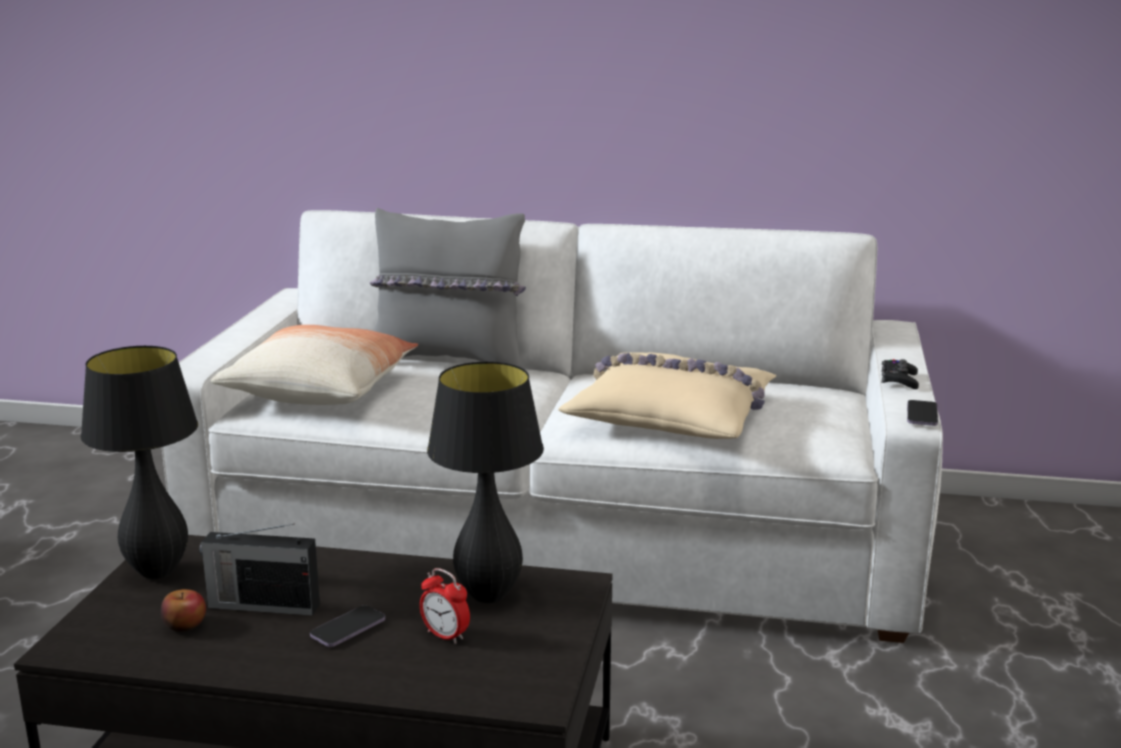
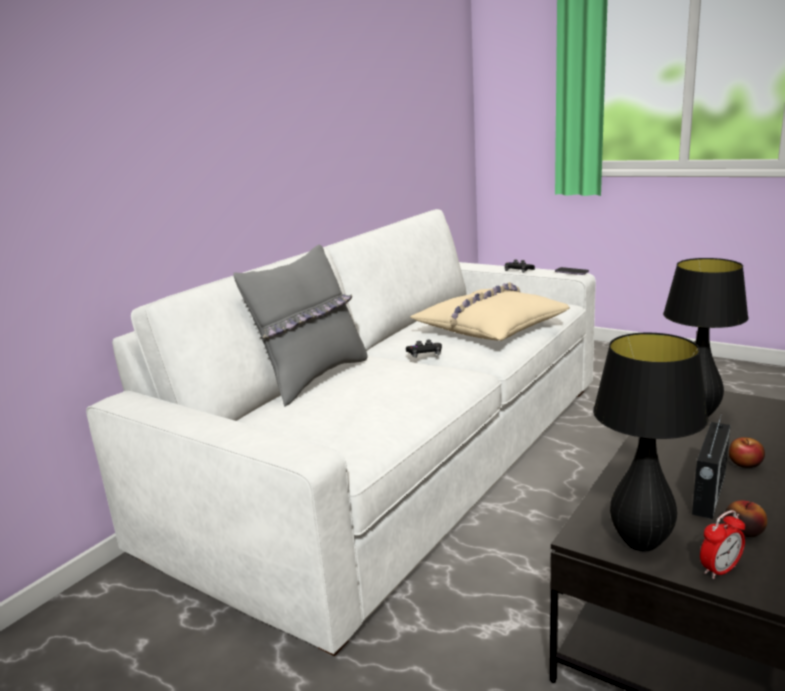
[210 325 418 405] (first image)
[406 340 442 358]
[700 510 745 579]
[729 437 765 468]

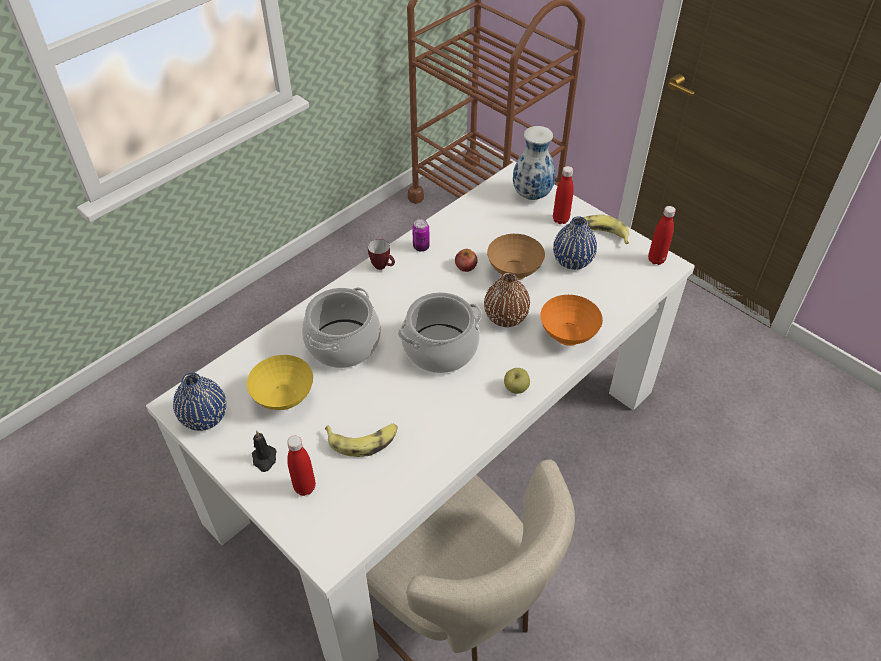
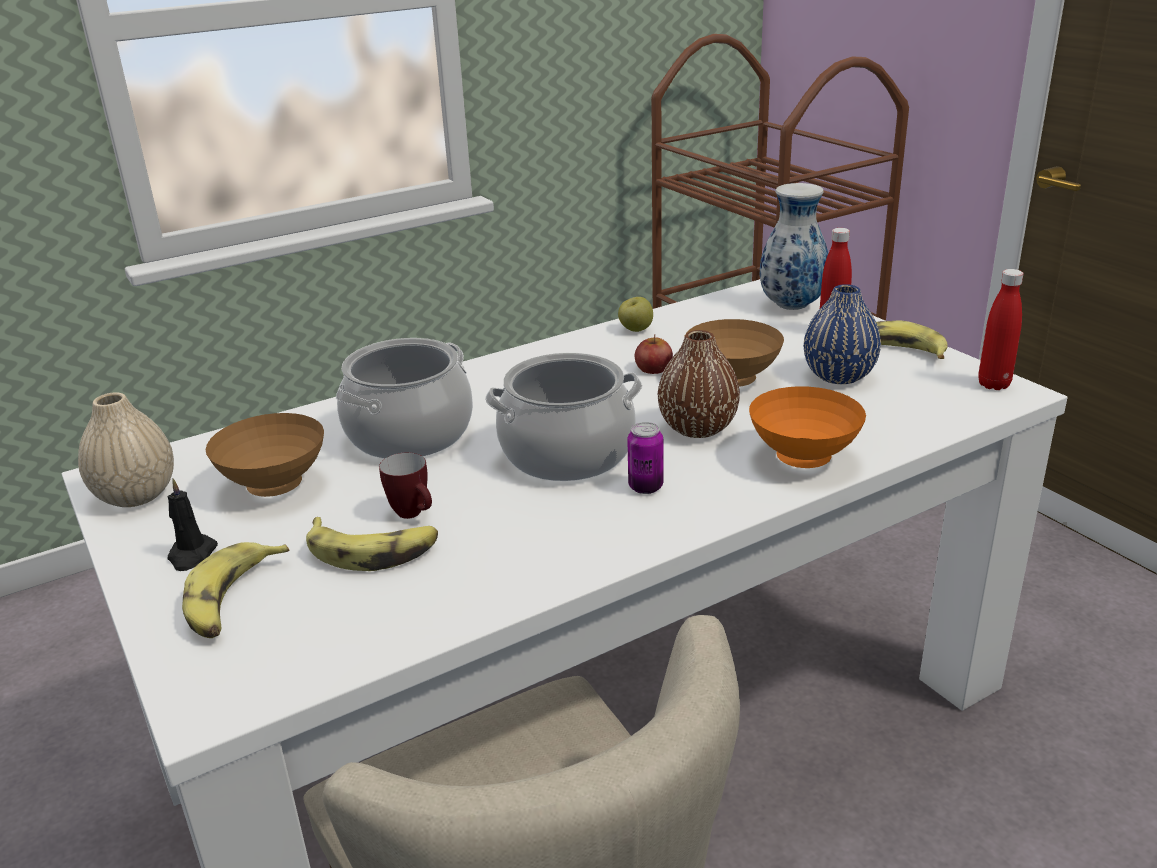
[379 452 432 519]
[627 422 663 494]
[618 297 653 332]
[182 542 289 638]
[78 392 174 507]
[206 413 324 497]

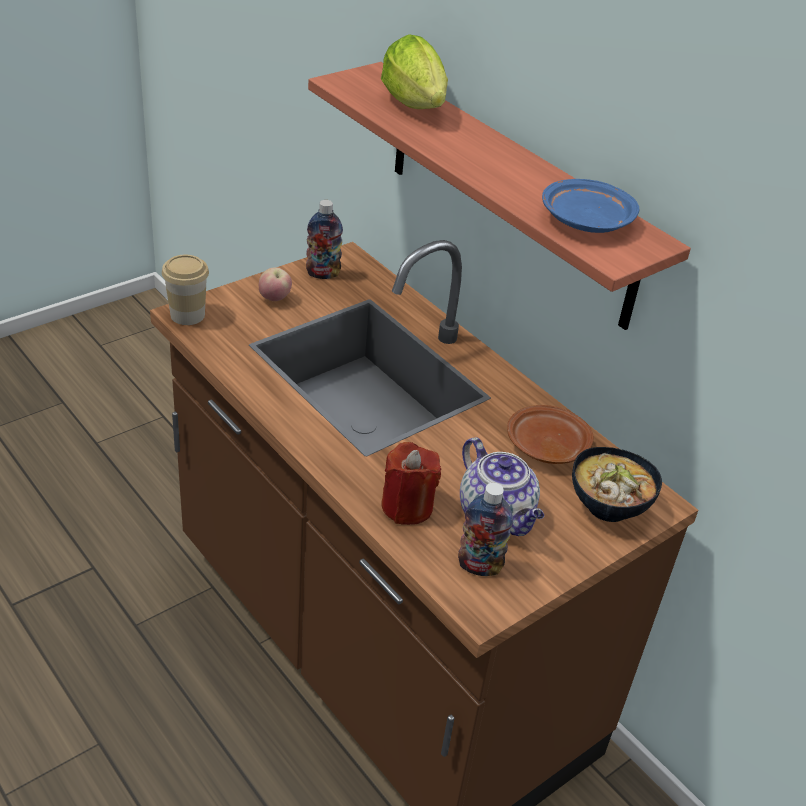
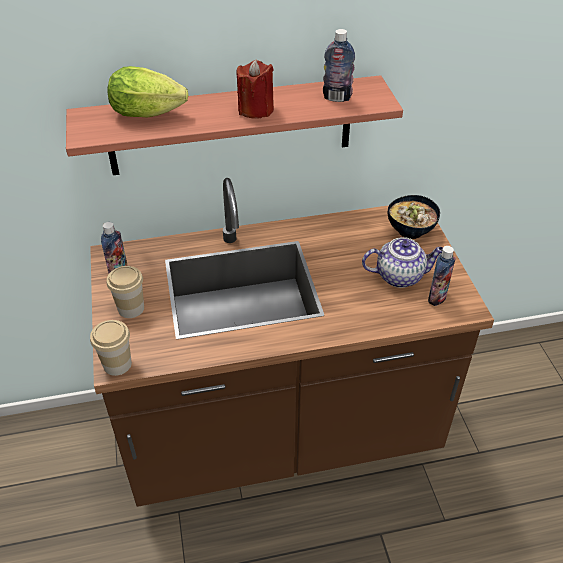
[507 405 594 464] (first image)
[237 60 274 119]
[107 266 144 318]
[323 29 355 102]

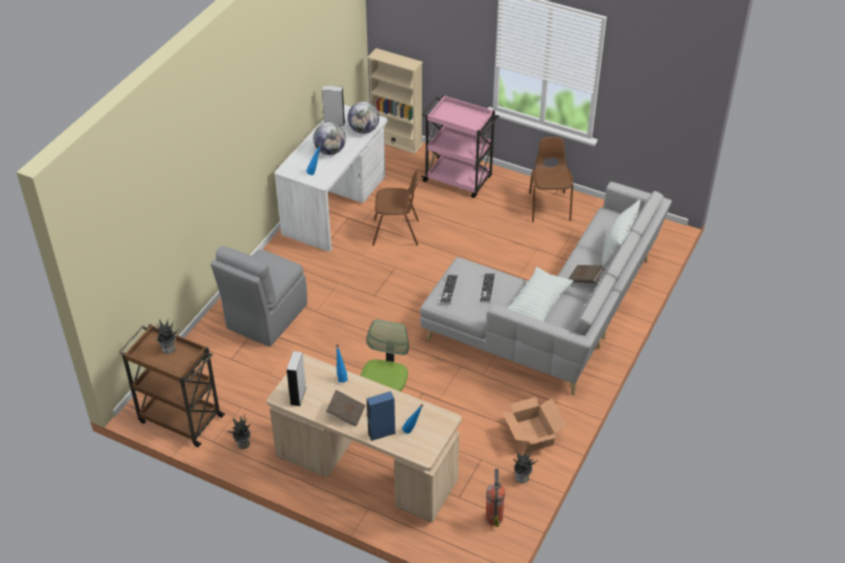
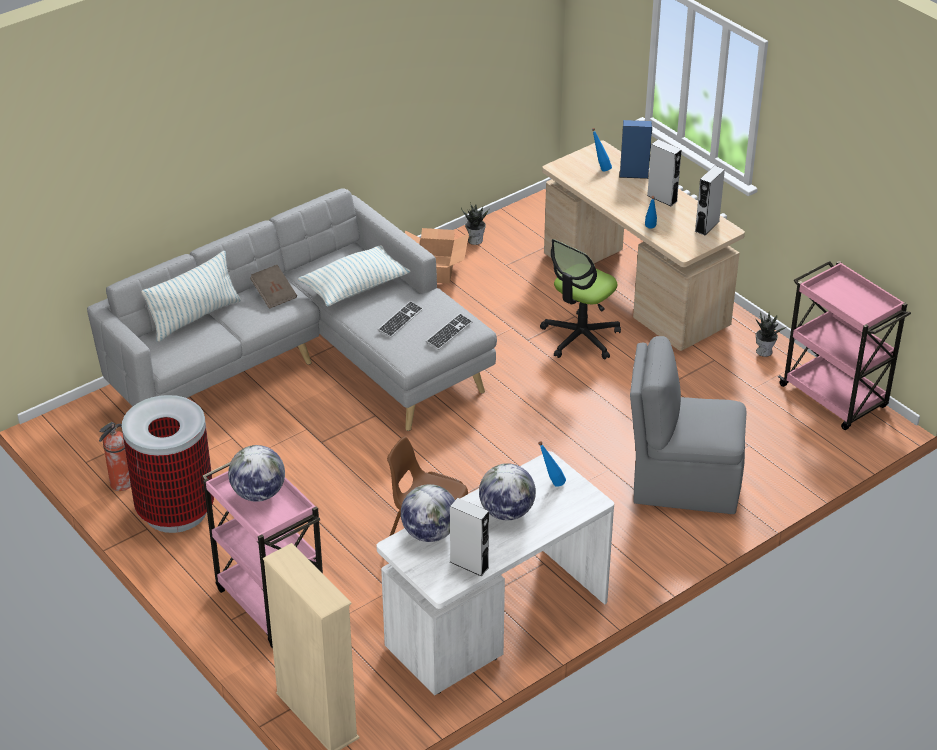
[153 320 179 354] (first image)
[228 445 285 502]
[99 422 131 491]
[647 140 682 206]
[122 395 214 533]
[778 261 911 430]
[630 336 746 514]

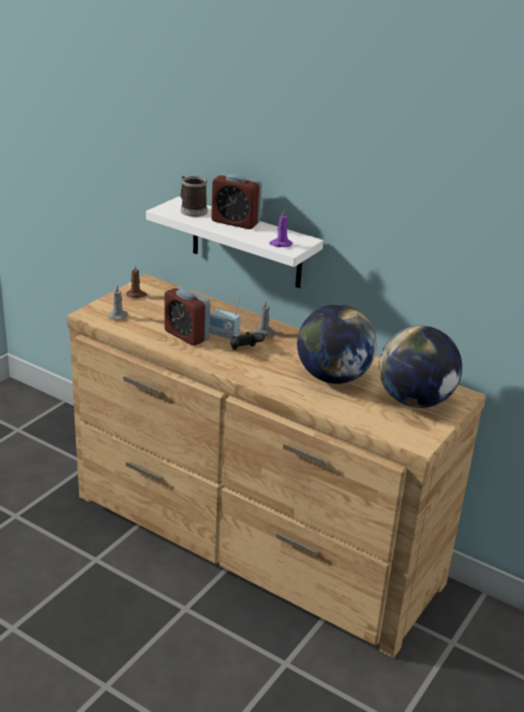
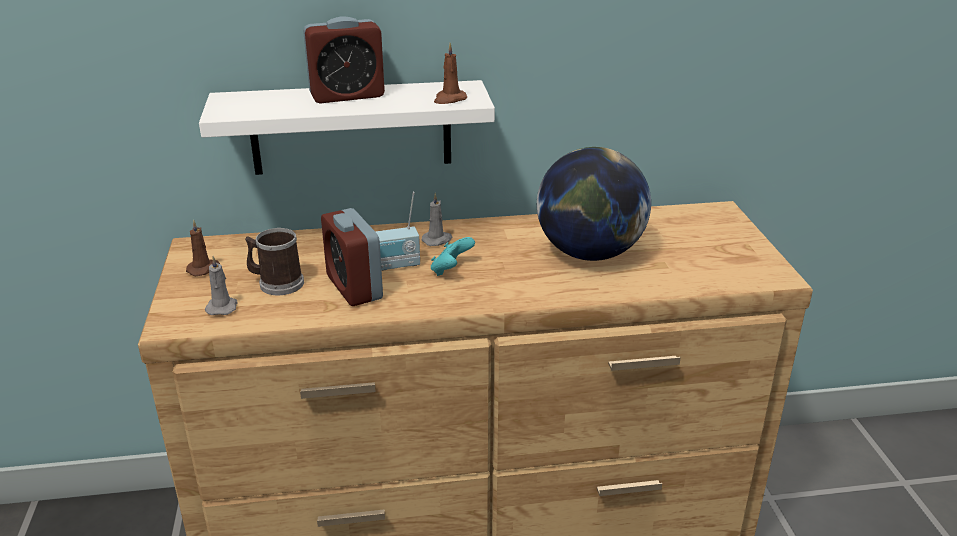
[379 326 462 408] (first image)
[245 228 304 295]
[431 237 475 276]
[434 43 467 104]
[321 208 383 306]

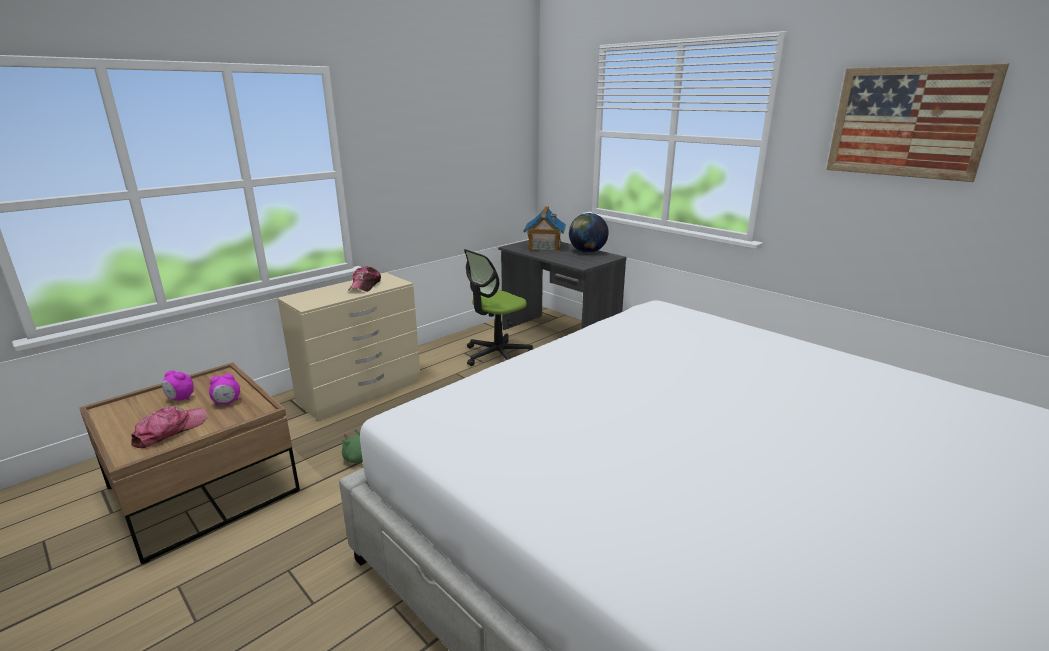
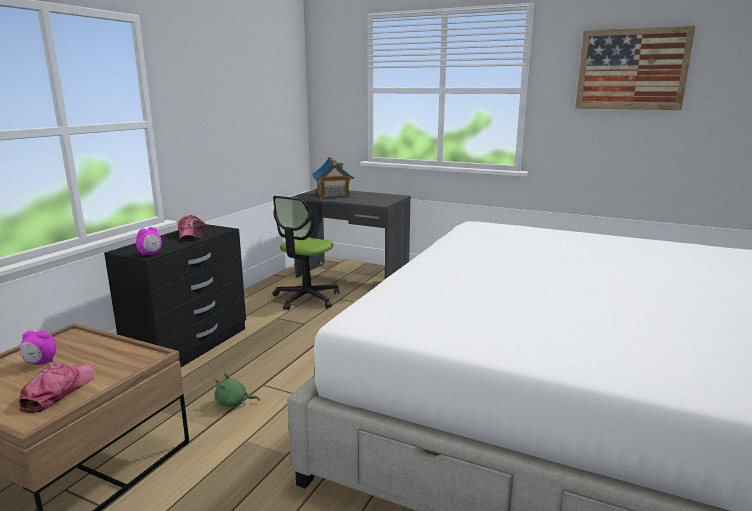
[569 213 609 253] (first image)
[136 227 162 256]
[104 224 246 367]

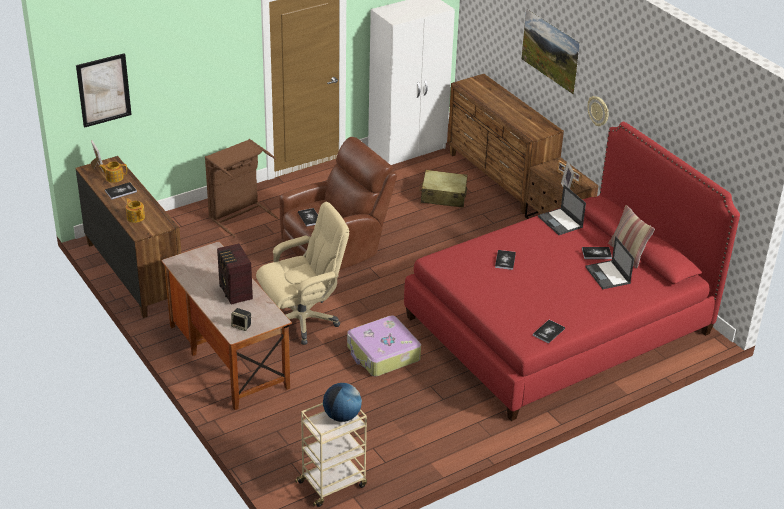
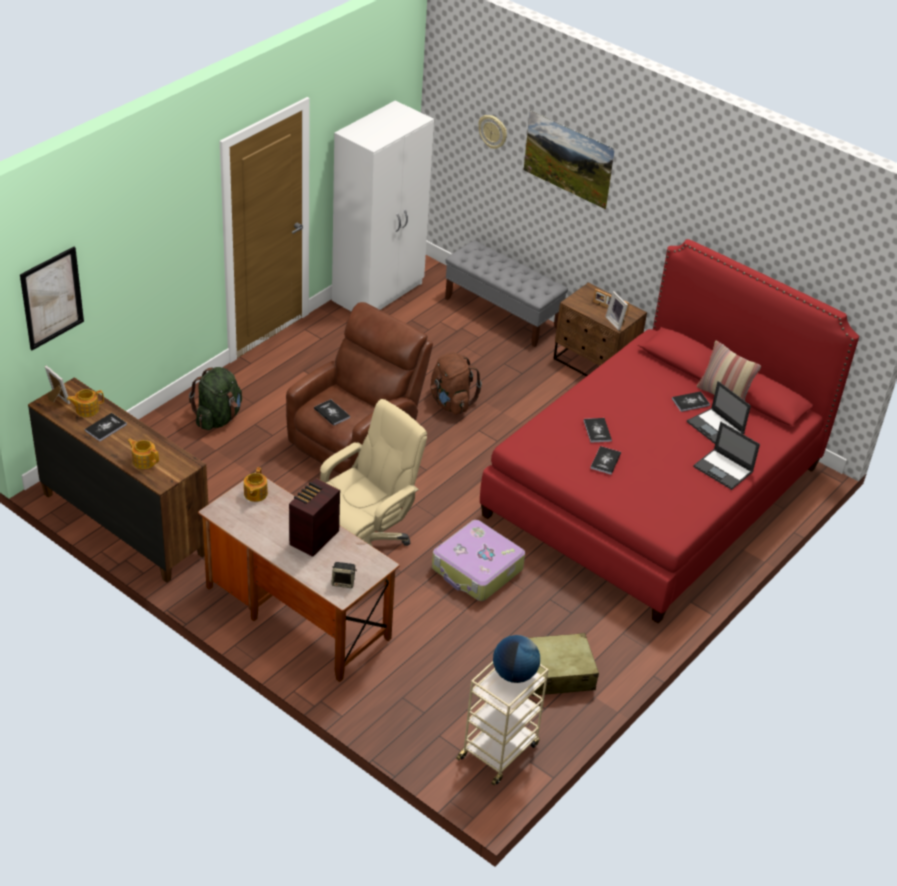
[244 467 268 502]
[431 352 482 415]
[527 633 599 696]
[590 446 621 475]
[693 422 760 490]
[478 115 507 149]
[189 367 242 430]
[445 240 568 347]
[289 478 340 557]

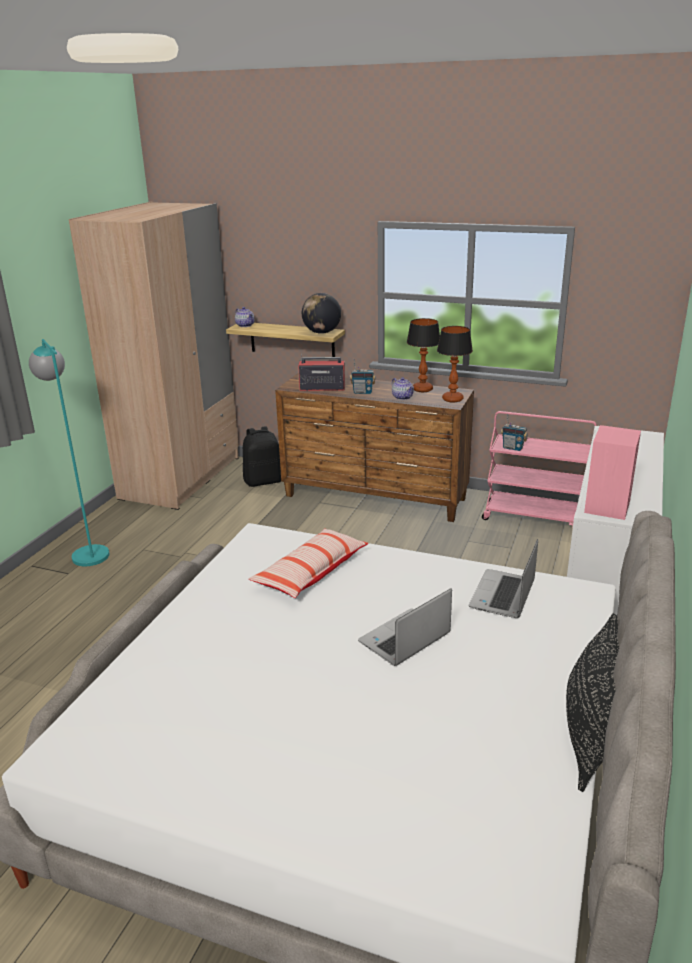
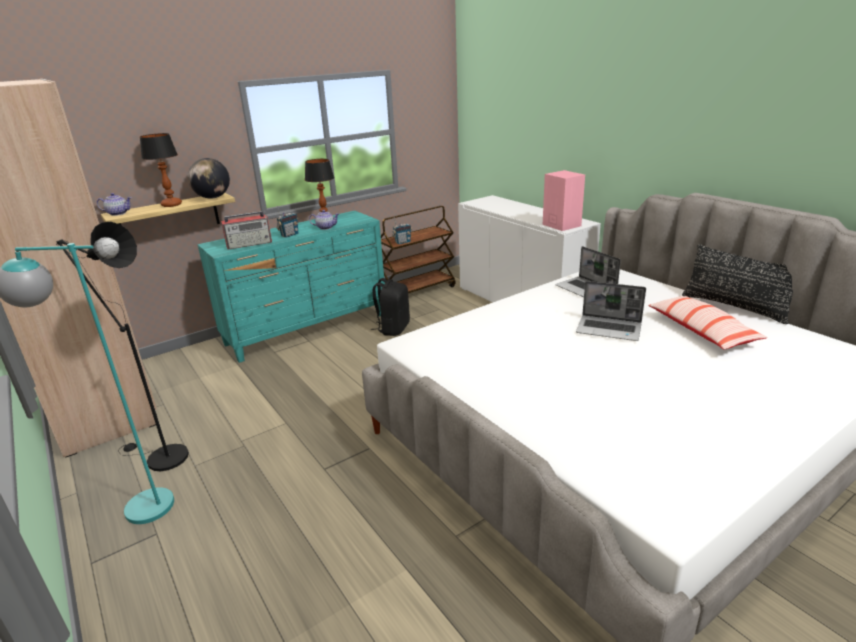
[56 222 189 471]
[371 278 410 336]
[648 296 768 350]
[140 133 182 207]
[197 211 385 363]
[381 206 456 293]
[221 211 272 250]
[576 281 646 341]

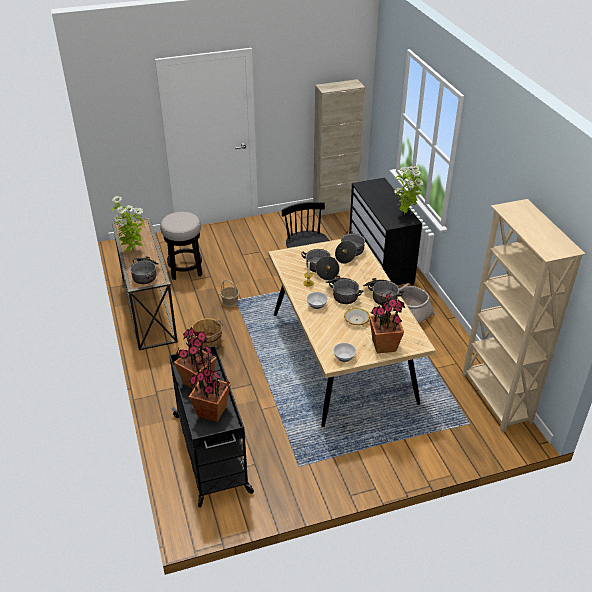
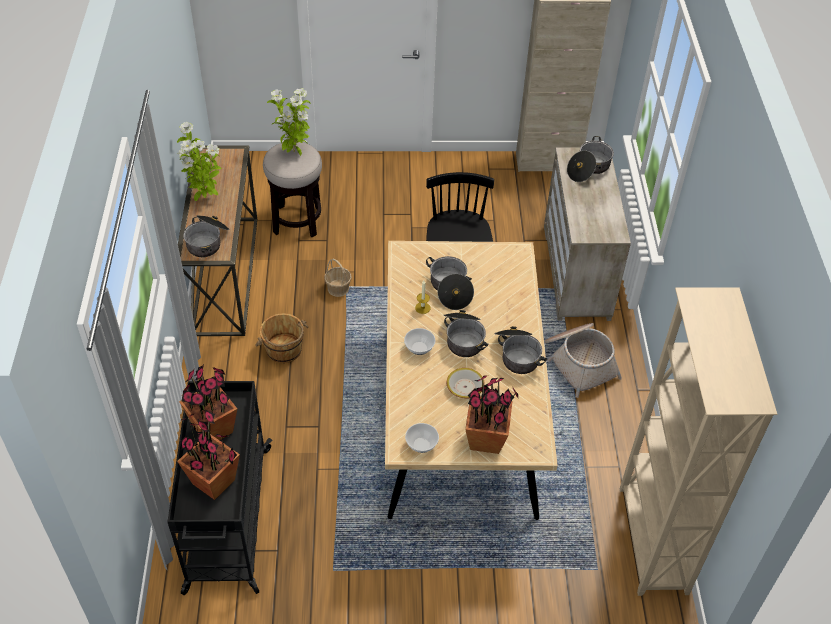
[567 136 614 182]
[267 88 311 156]
[544 147 631 321]

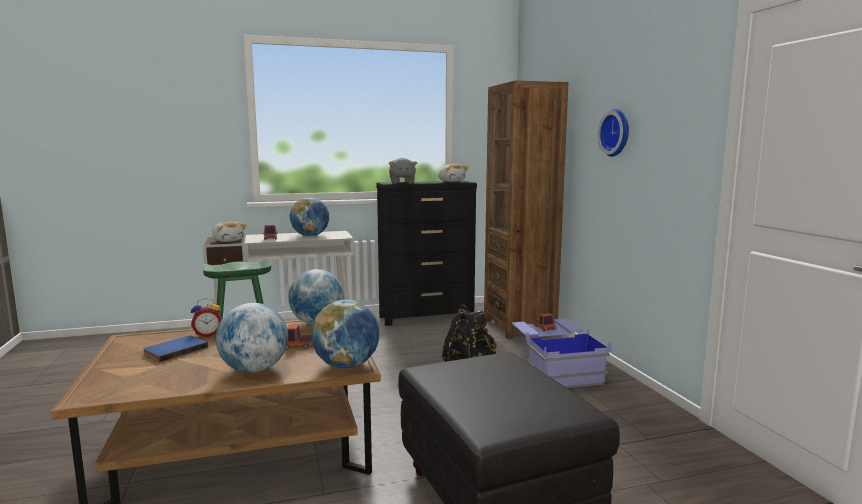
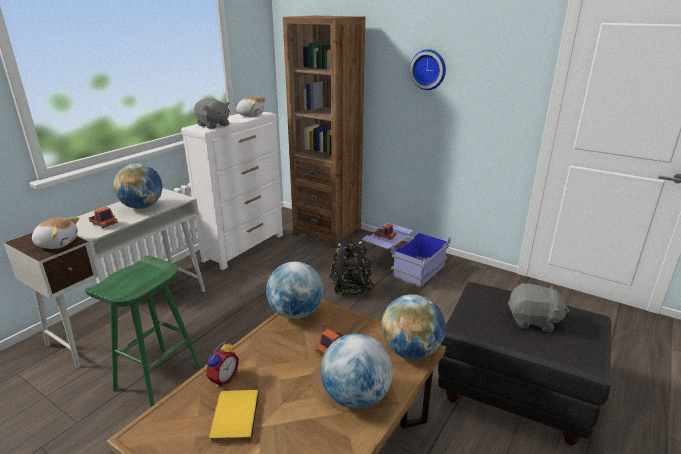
[508 283 569 332]
[209 390 259 444]
[181 112 283 270]

